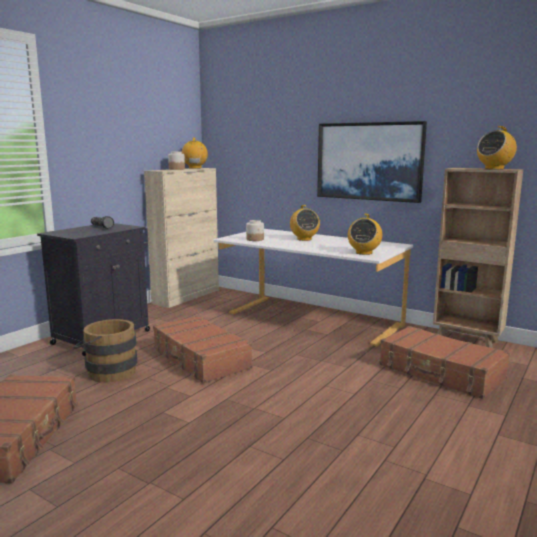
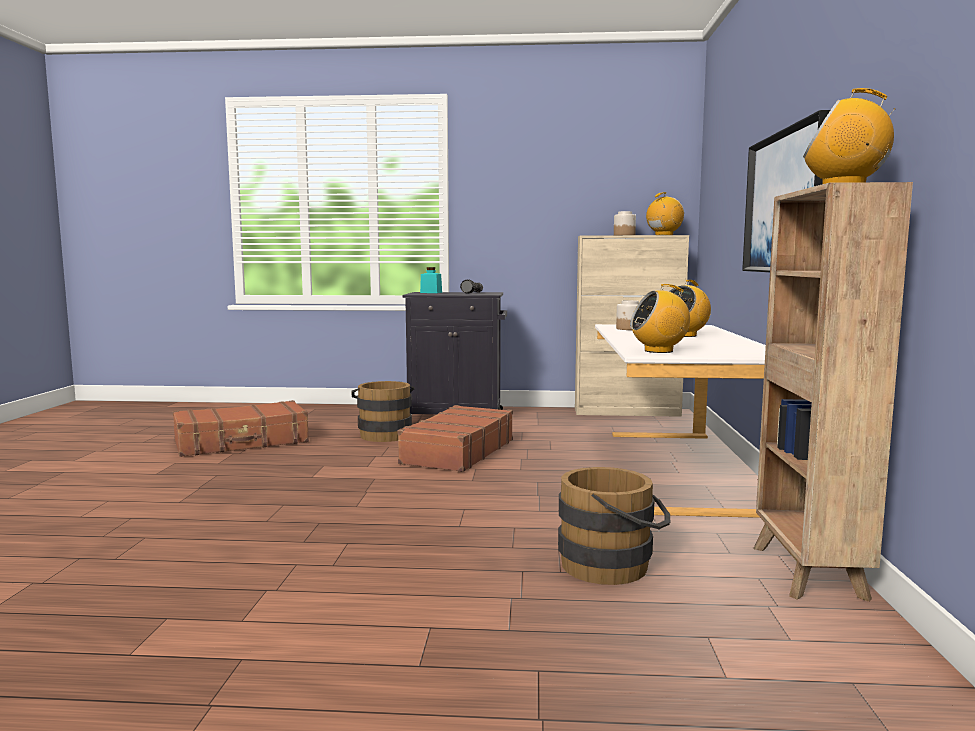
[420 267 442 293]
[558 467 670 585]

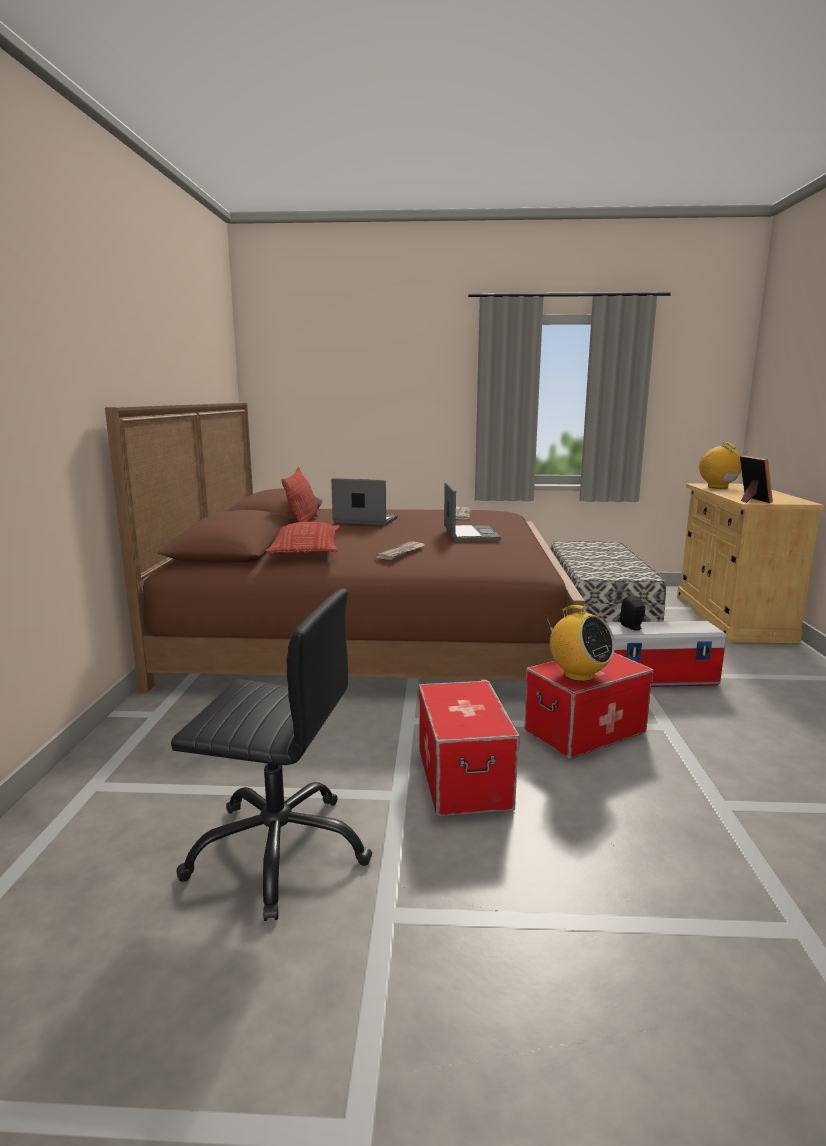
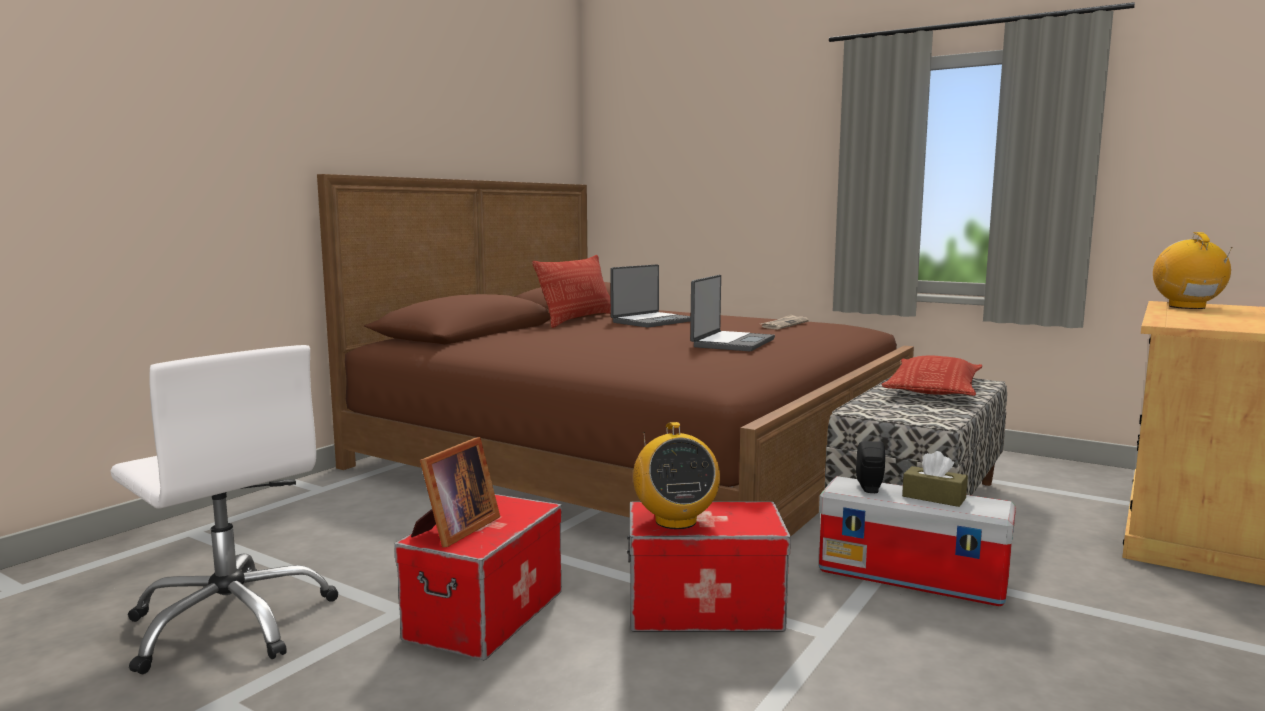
[376 542 425 560] (first image)
[902 451 968 507]
[882 355 982 396]
[411 437 500 547]
[110 345 339 674]
[610 264 691 328]

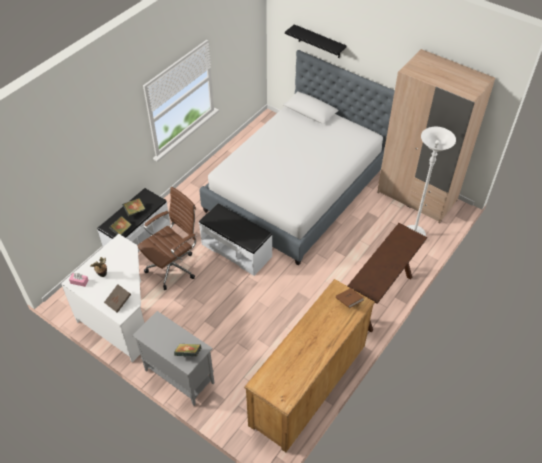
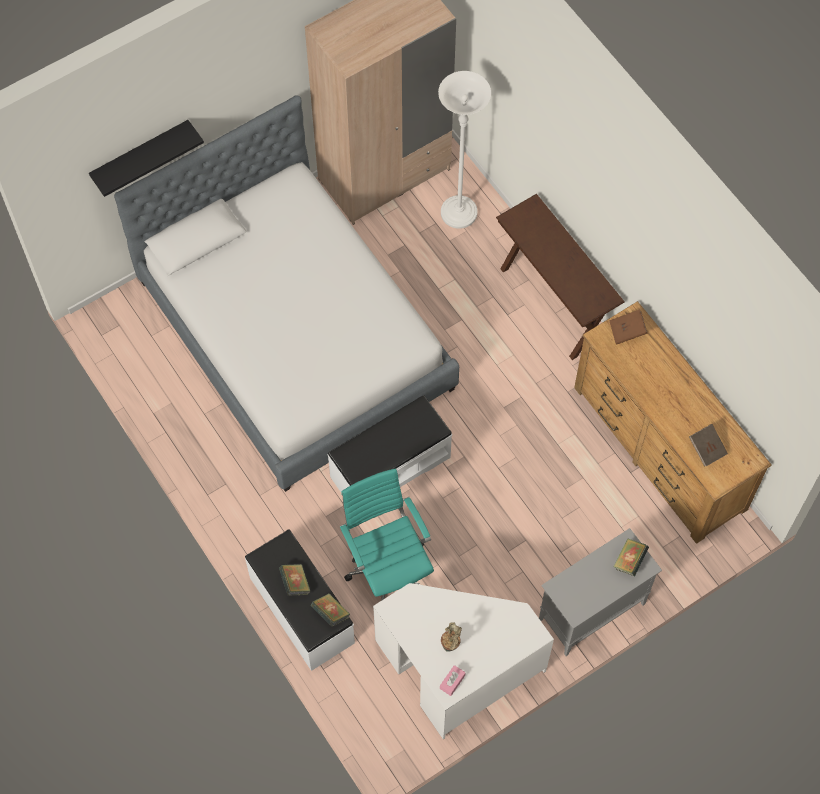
[689 424 728 467]
[340 468 434 601]

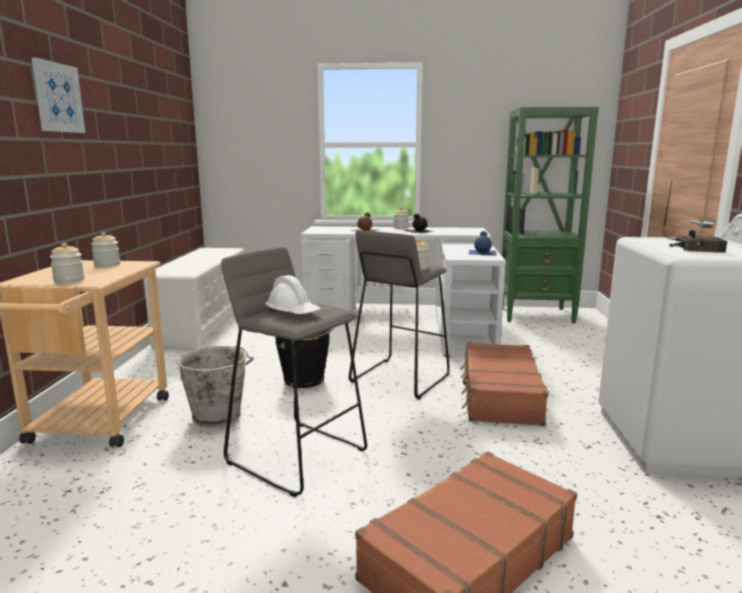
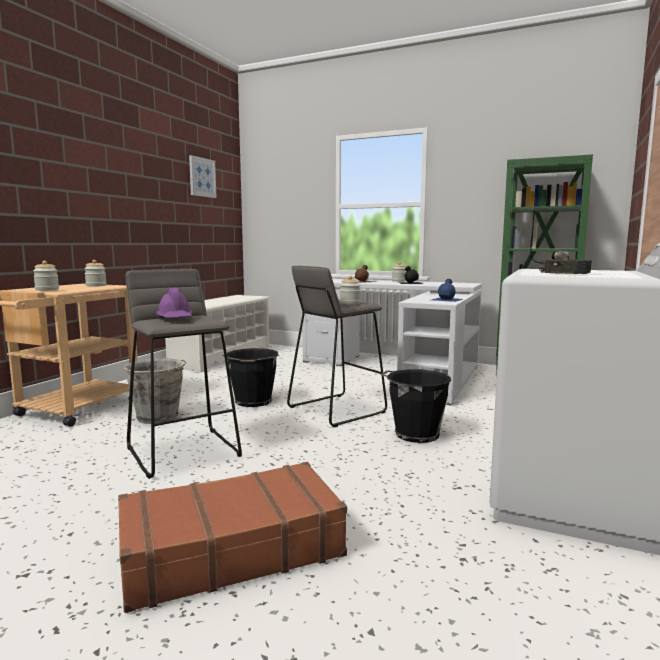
[189 155 217 198]
[381 369 451 443]
[156 288 193 318]

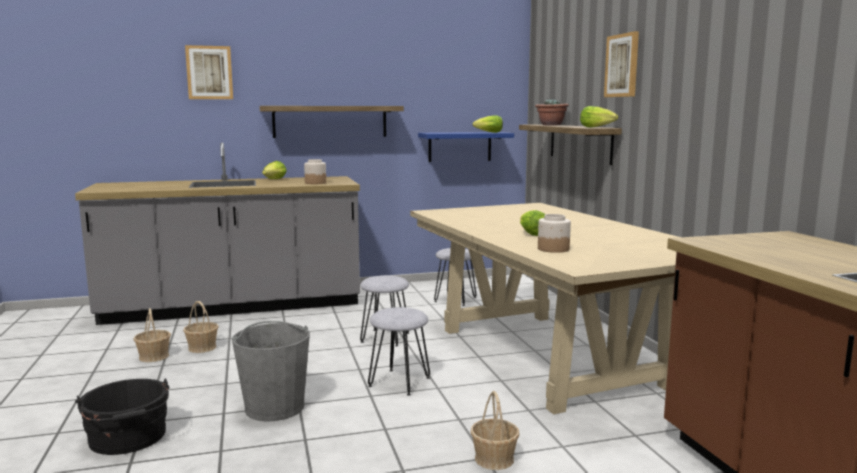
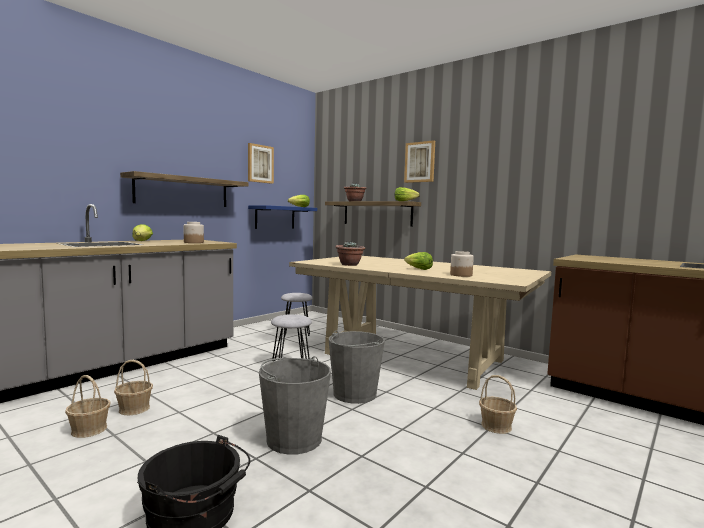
[336 241 365 266]
[248 143 274 184]
[329 330 385 404]

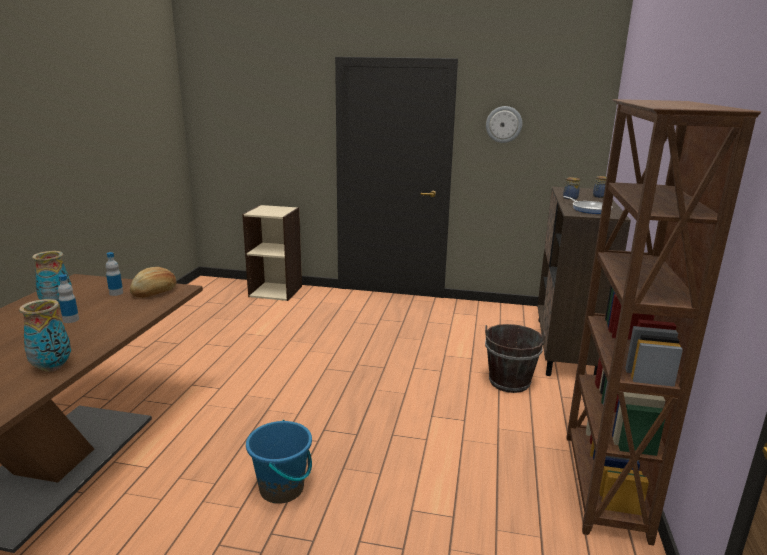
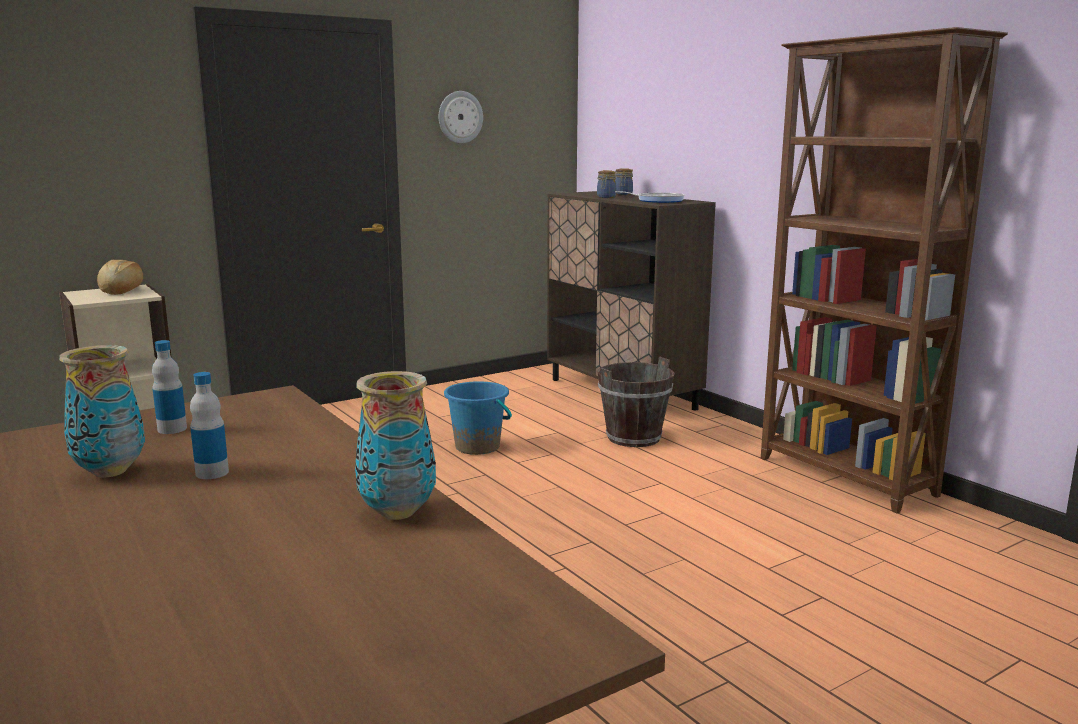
[97 260 143 295]
[444 381 512 455]

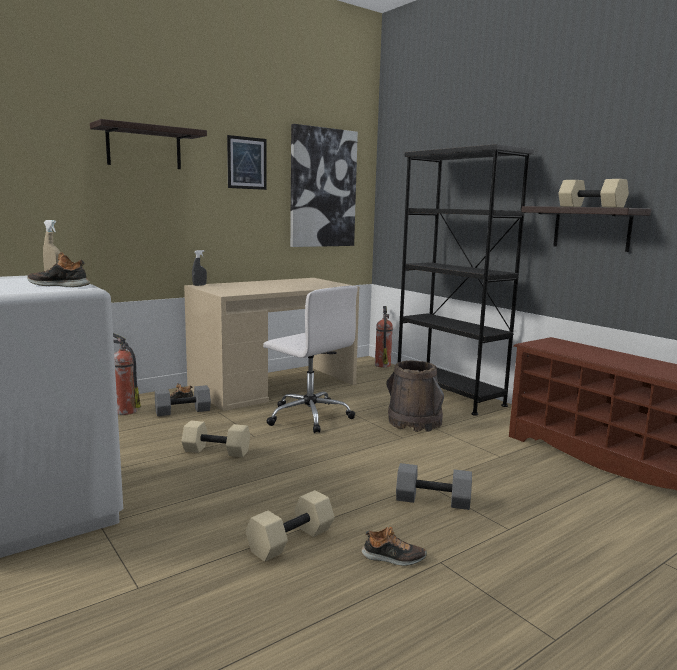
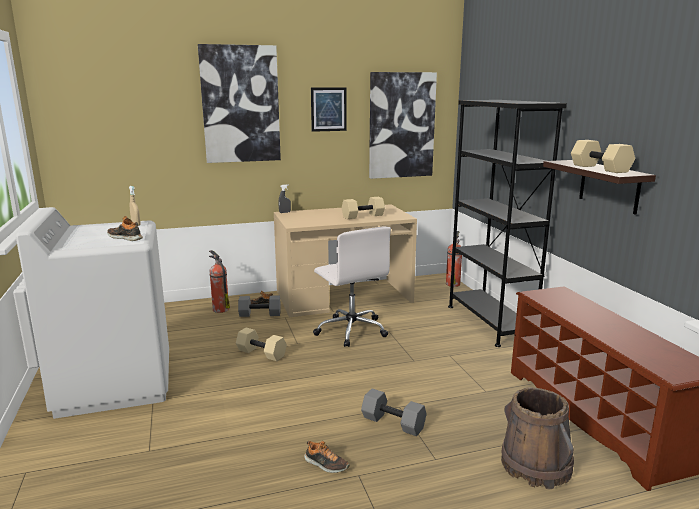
[342 197 385 219]
[501 387 574 489]
[198 44 281 163]

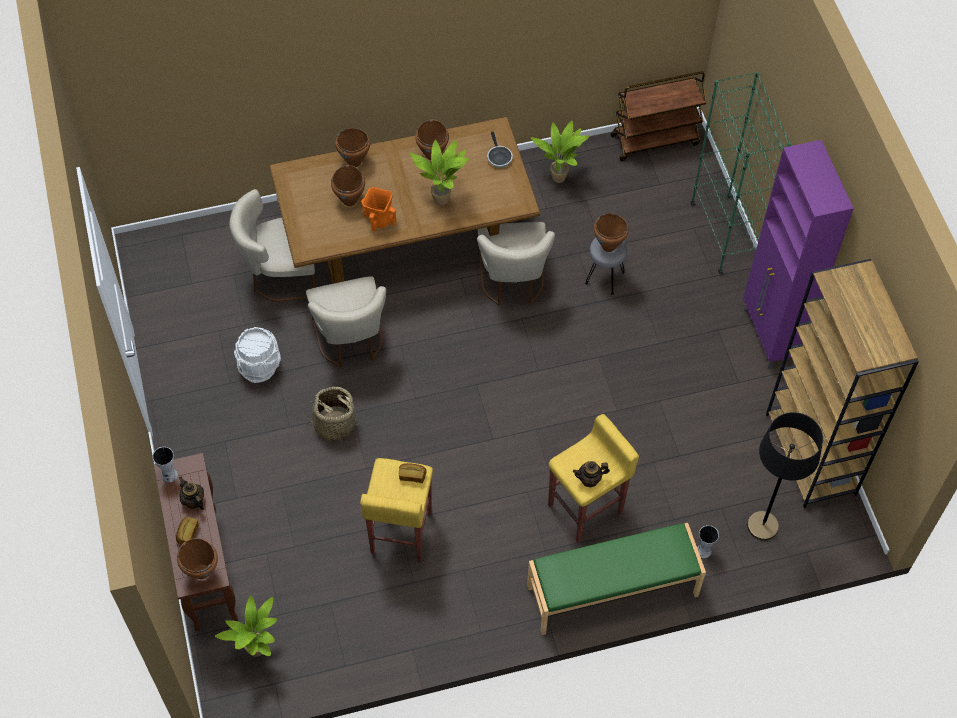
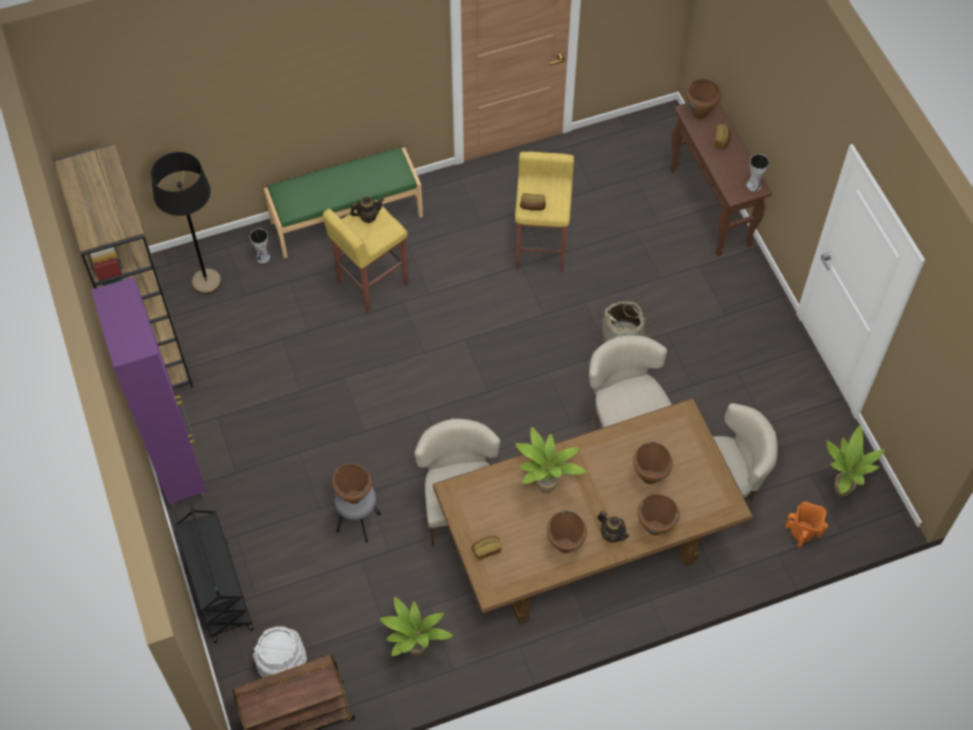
[598 511 629 542]
[827 426 885 496]
[253 626 307 678]
[785 501 828 548]
[472 536 501 560]
[175 504 254 643]

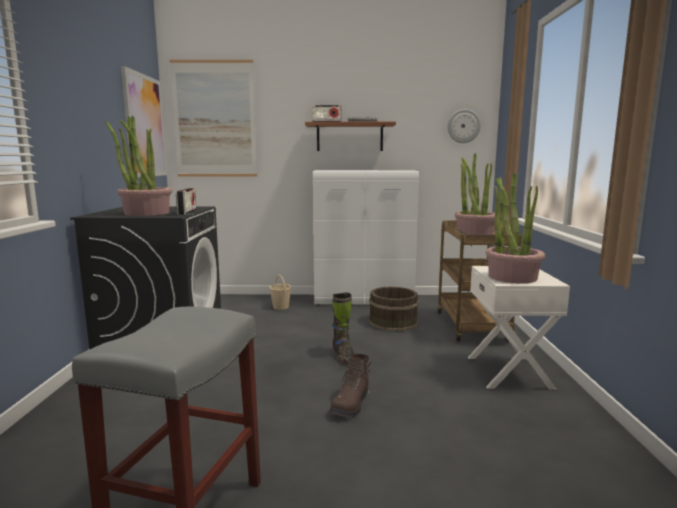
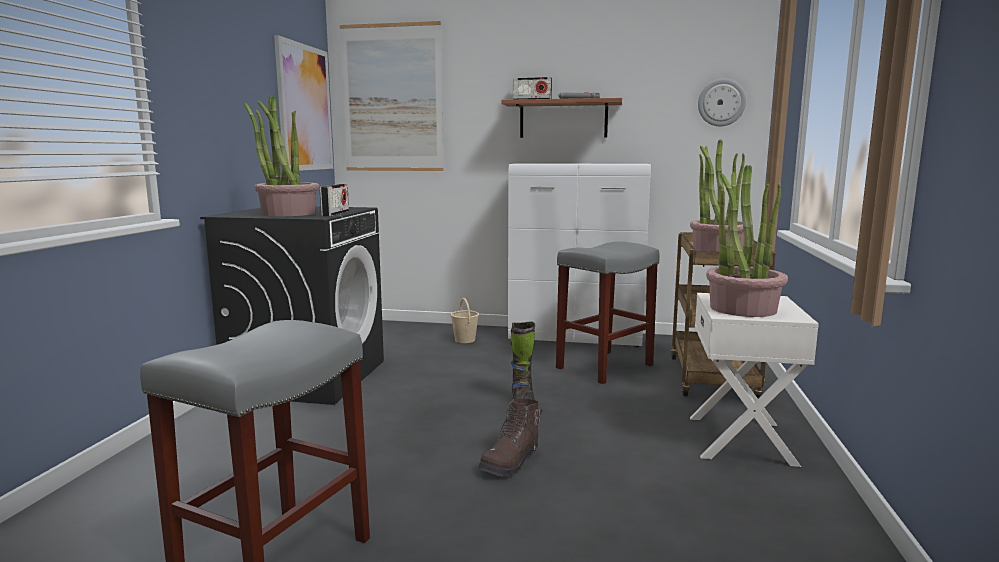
[556 242 660 384]

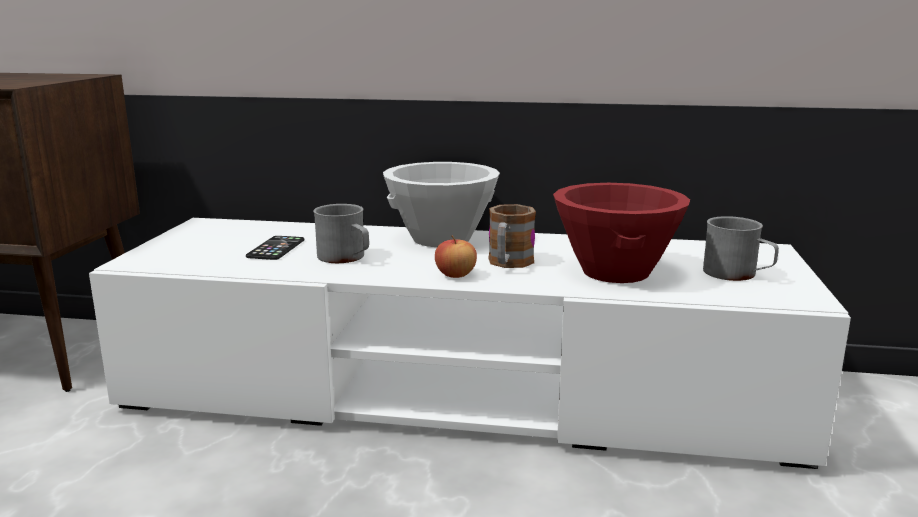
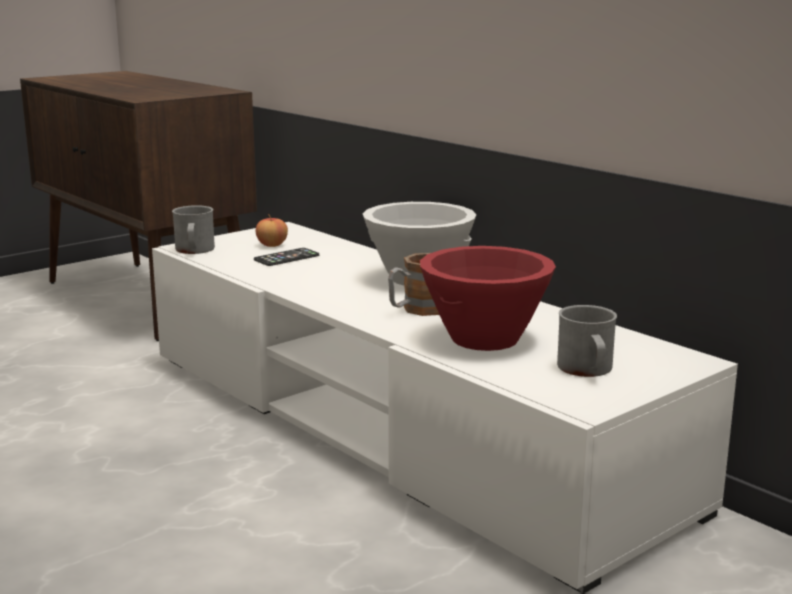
[172 205 215 254]
[256 214 288 247]

